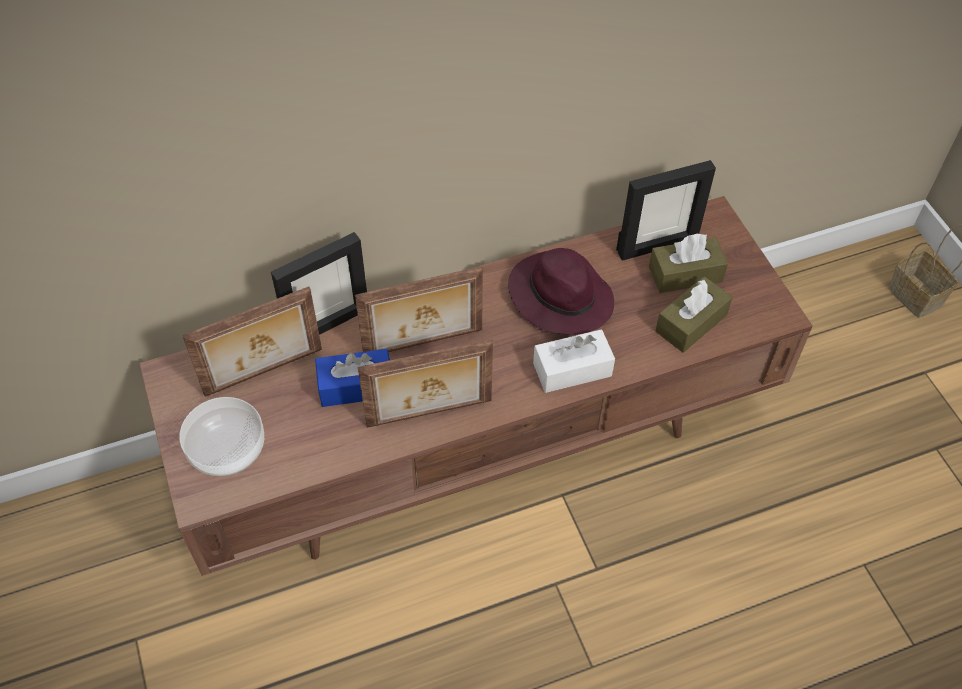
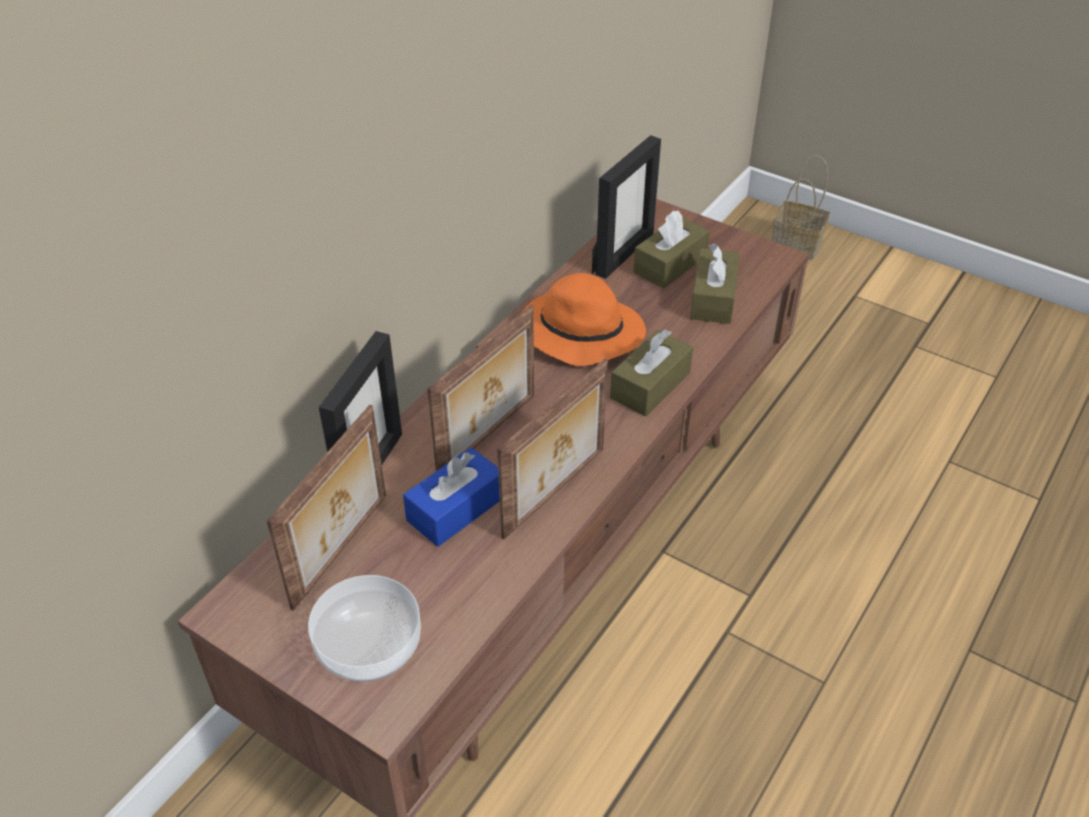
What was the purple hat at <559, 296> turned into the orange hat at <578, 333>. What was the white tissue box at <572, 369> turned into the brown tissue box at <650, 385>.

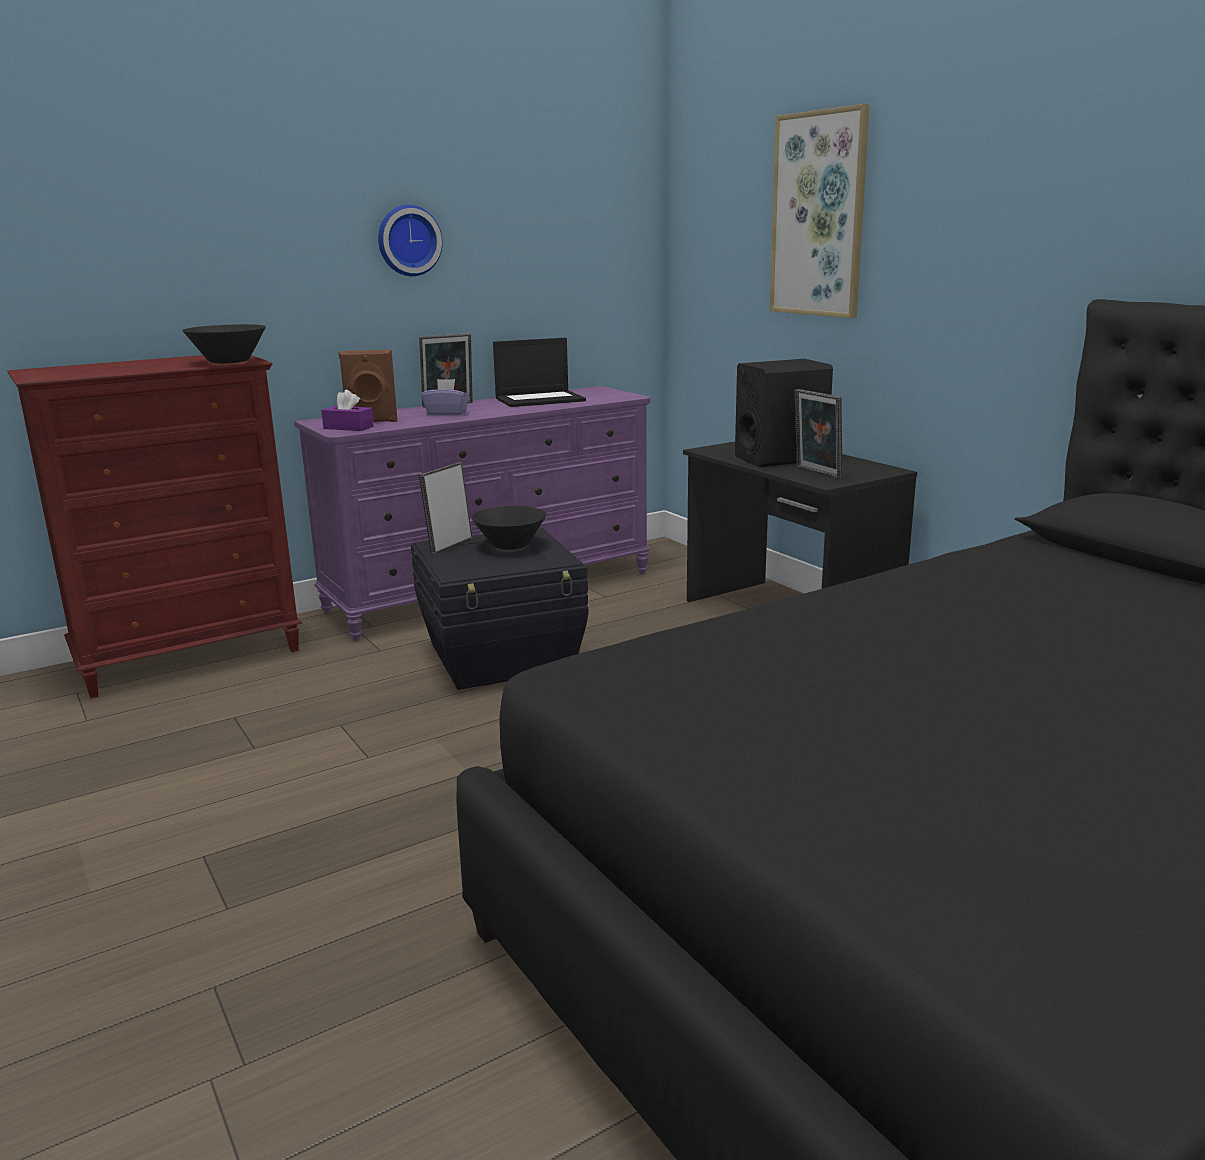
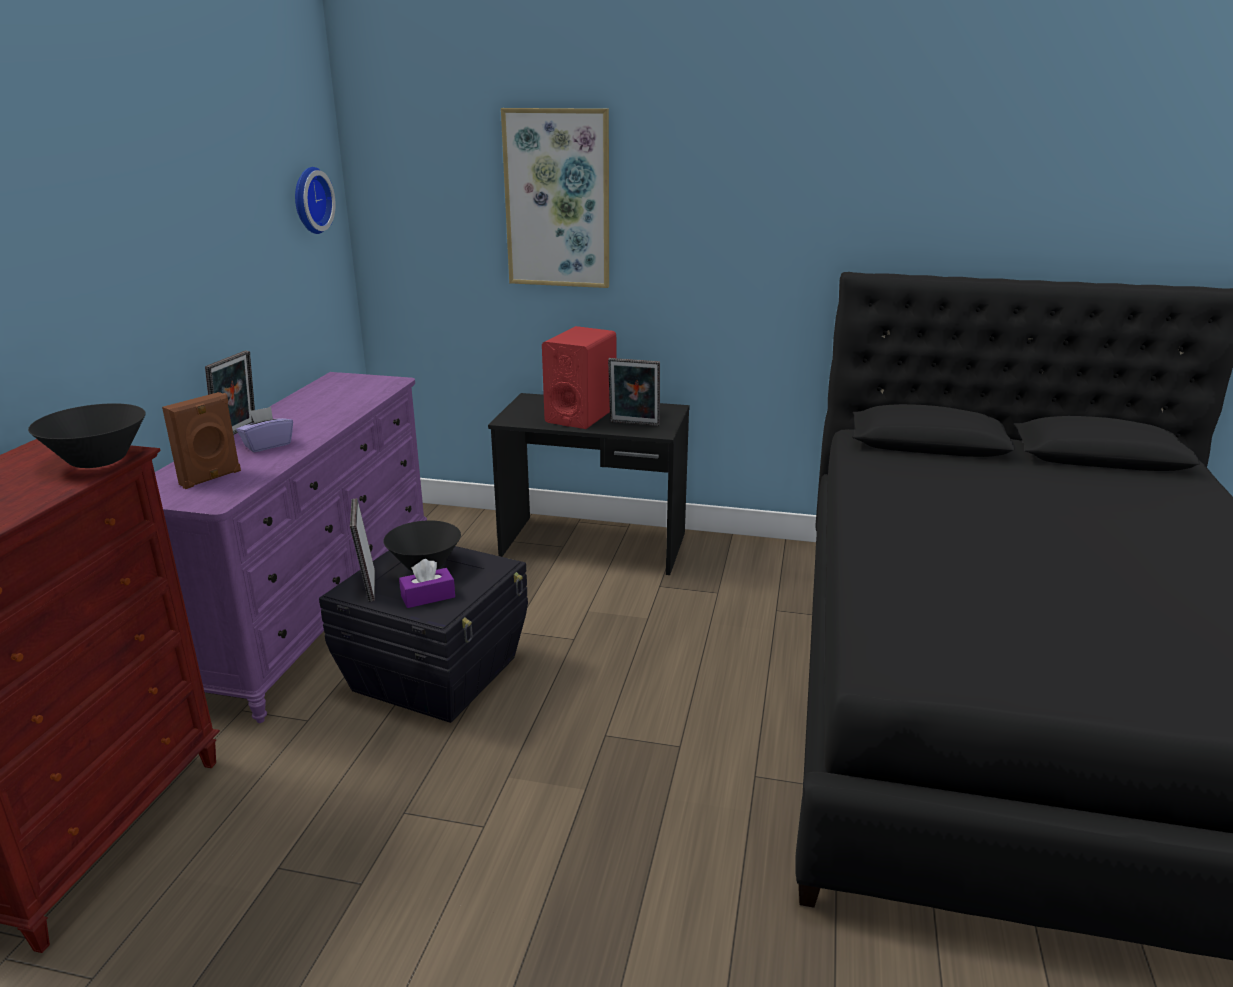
The wall clock ended up elsewhere, having gone from <408, 240> to <309, 200>. The purple tissue box ended up elsewhere, having gone from <348, 427> to <428, 596>. What was the black speaker at <781, 458> turned into the red speaker at <581, 415>. The second view lost the laptop at <540, 399>.

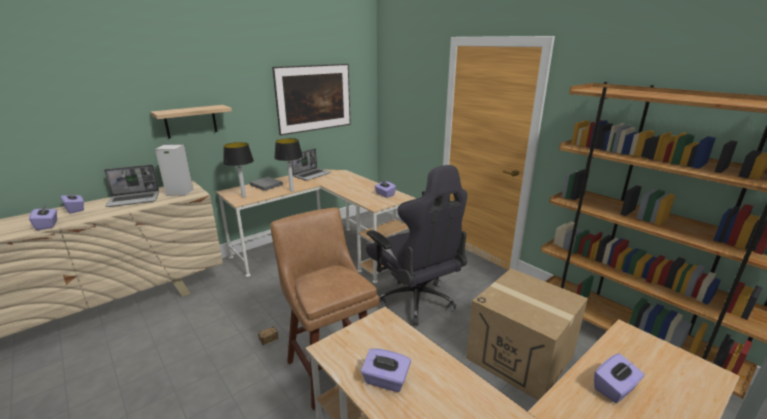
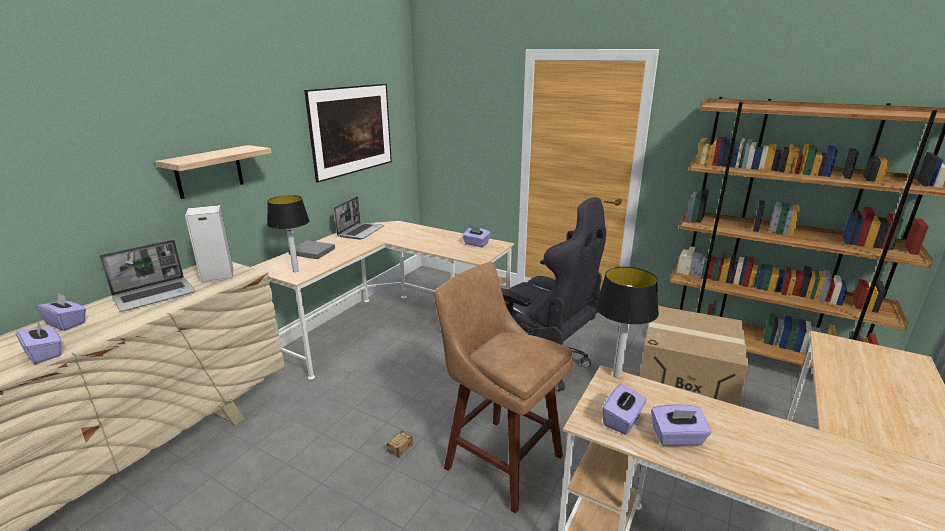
The table lamp ended up elsewhere, having gone from <291, 191> to <617, 376>. The purple tissue box ended up elsewhere, having gone from <615, 389> to <622, 420>.

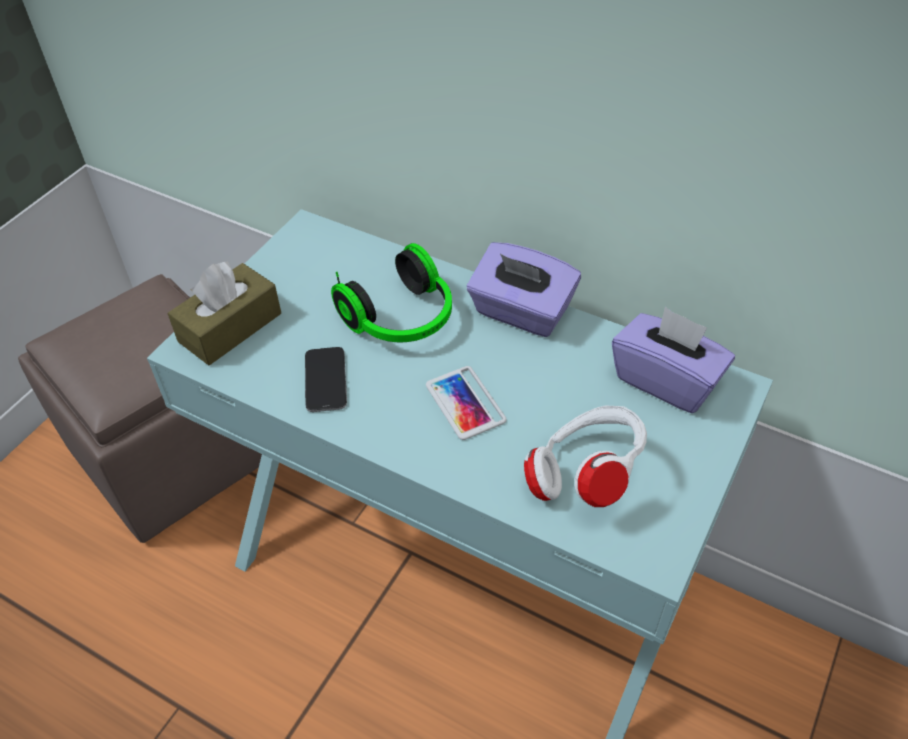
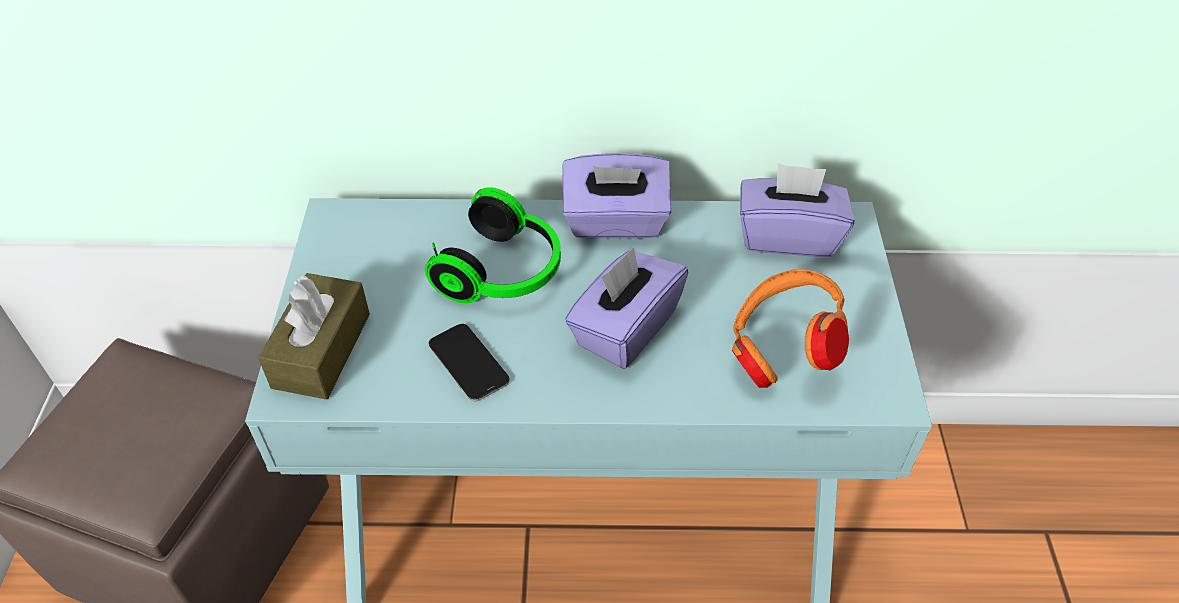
Where the phone stood at <465, 403>, the purple tissue box came to stand at <624, 329>. What was the white headphones at <585, 477> turned into the orange headphones at <781, 351>.

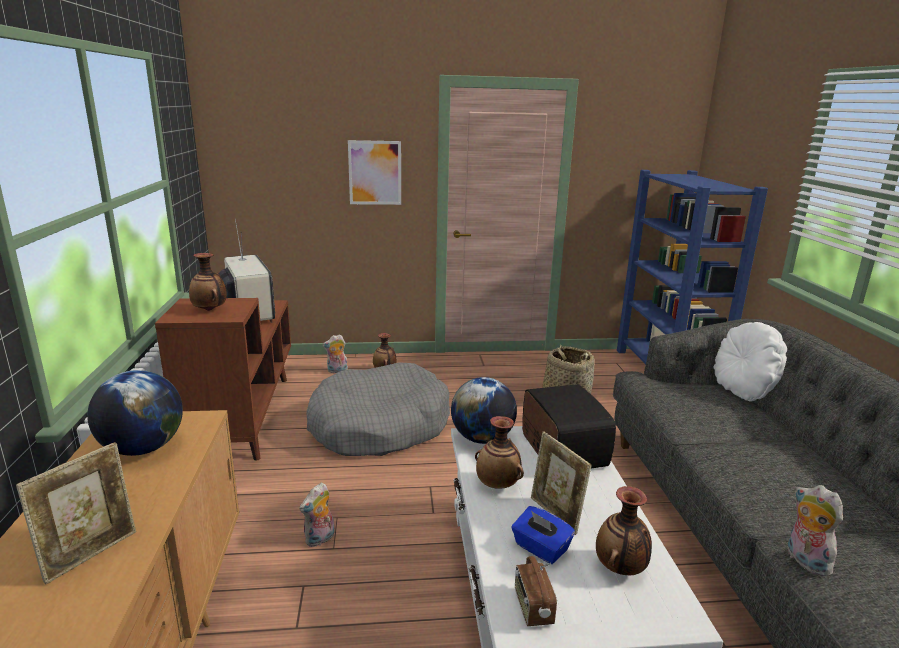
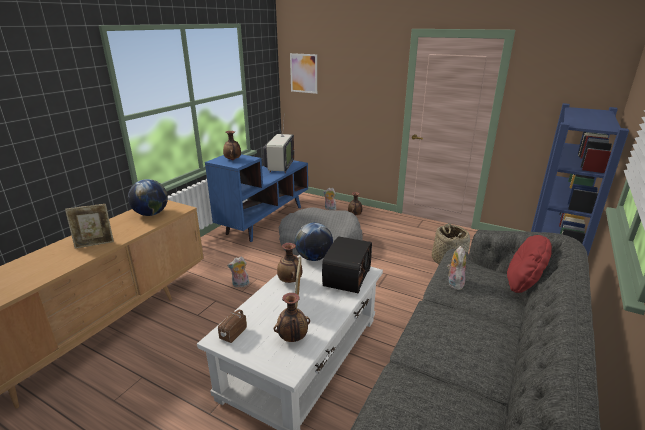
What was the brown tv stand at <244, 415> turned into the blue tv stand at <265, 219>. The picture ended up elsewhere, having gone from <375, 173> to <303, 73>. The plush toy ended up elsewhere, having gone from <804, 561> to <454, 283>. What was the white pillow at <742, 392> turned into the red pillow at <522, 286>. The second view lost the blue tissue box at <540, 548>.

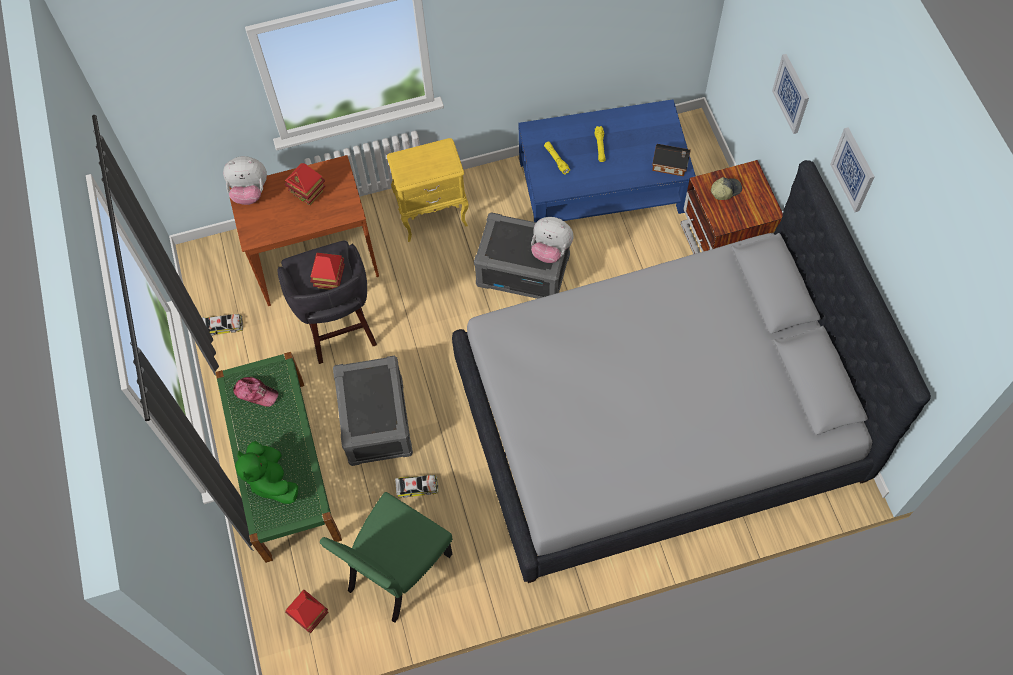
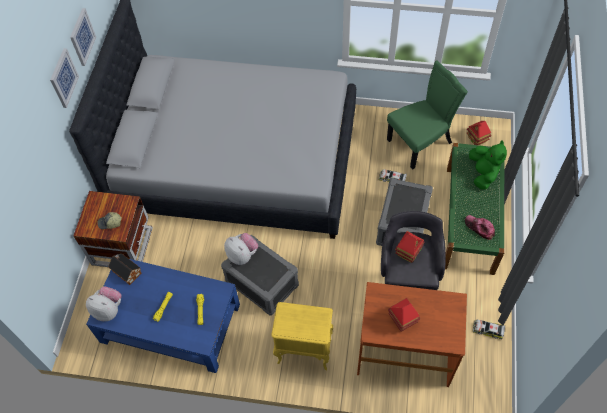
The picture ended up elsewhere, having gone from <792, 93> to <82, 37>. The plush toy ended up elsewhere, having gone from <249, 192> to <108, 310>.

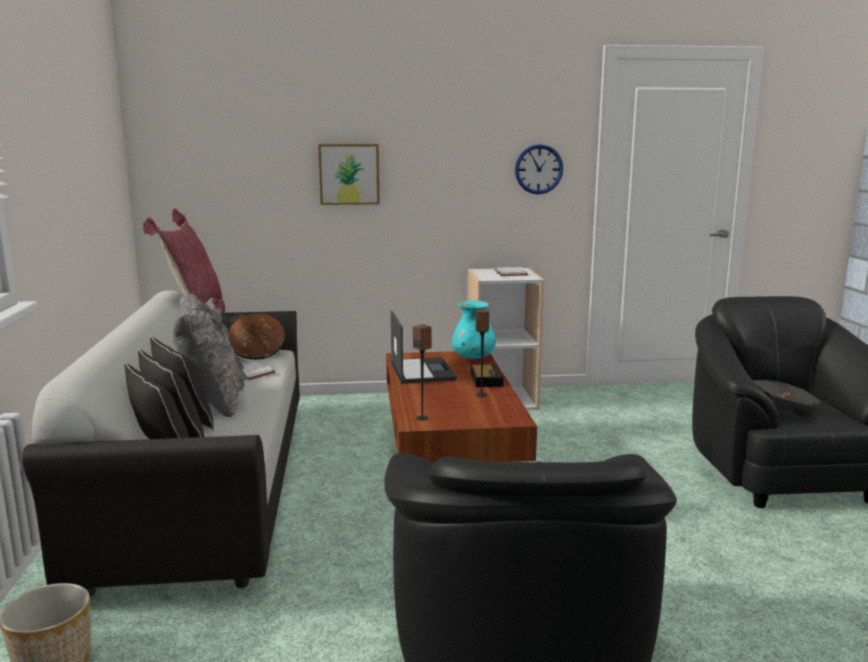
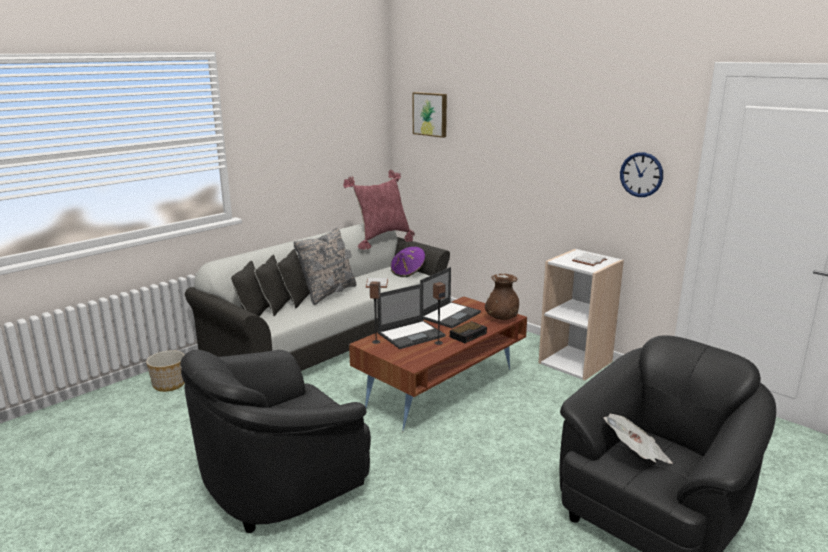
The second view gained the laptop at <411, 334>. What was the brown hat at <257, 353> turned into the purple hat at <408, 272>. The picture ended up elsewhere, having gone from <349, 174> to <430, 114>. What was the turquoise vase at <473, 358> turned into the brown vase at <502, 318>.

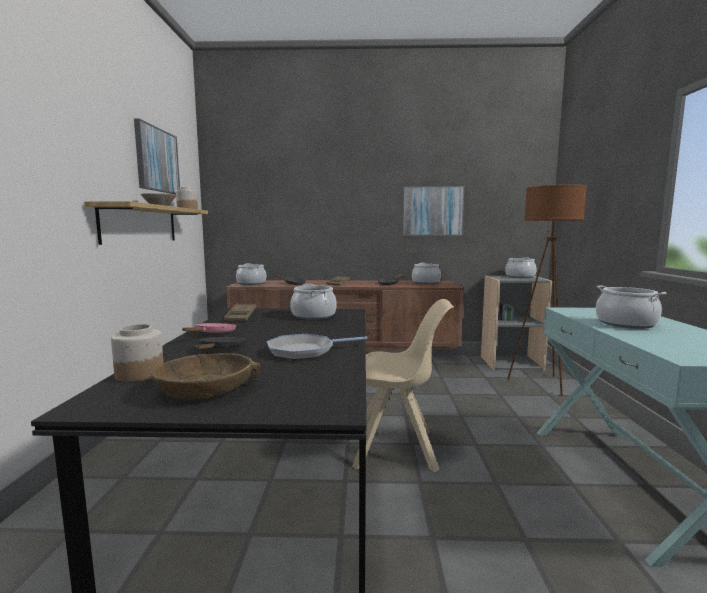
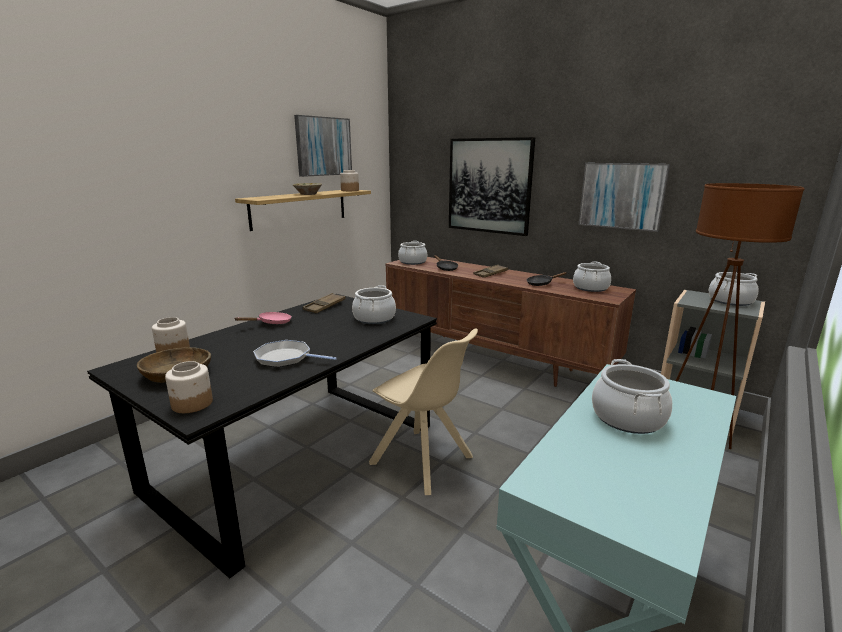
The second view gained the jar at <192, 404>. The second view gained the picture at <489, 186>. The second view lost the black frying pan at <220, 350>.

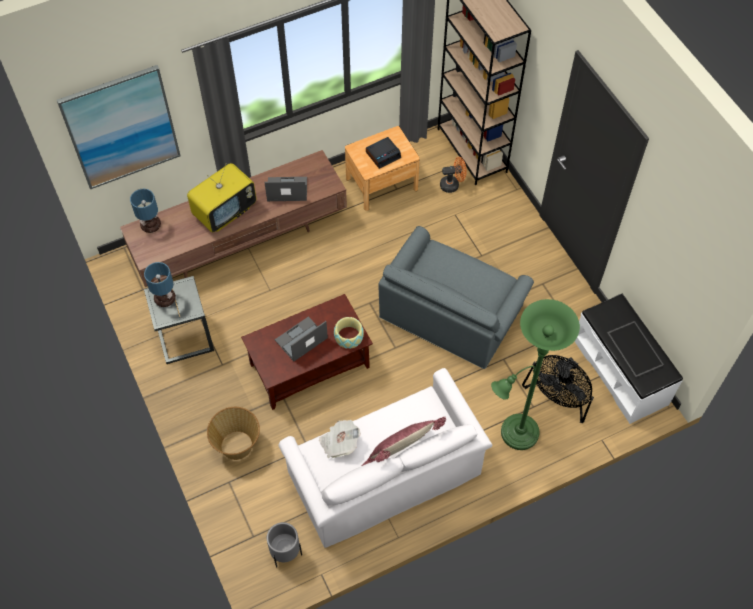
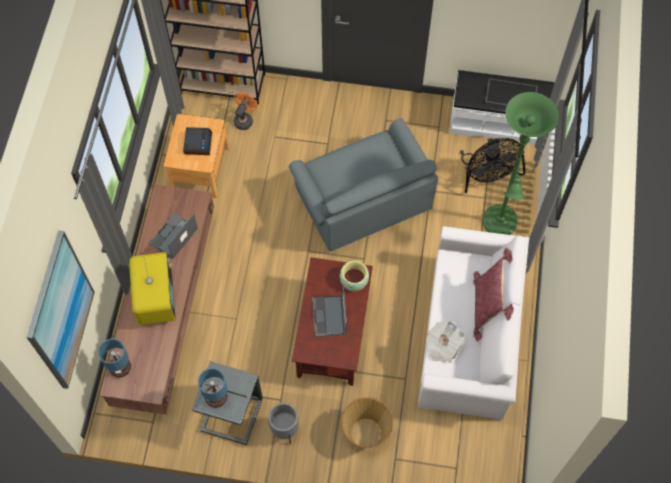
The grey planter ended up elsewhere, having gone from <285, 554> to <285, 430>.

